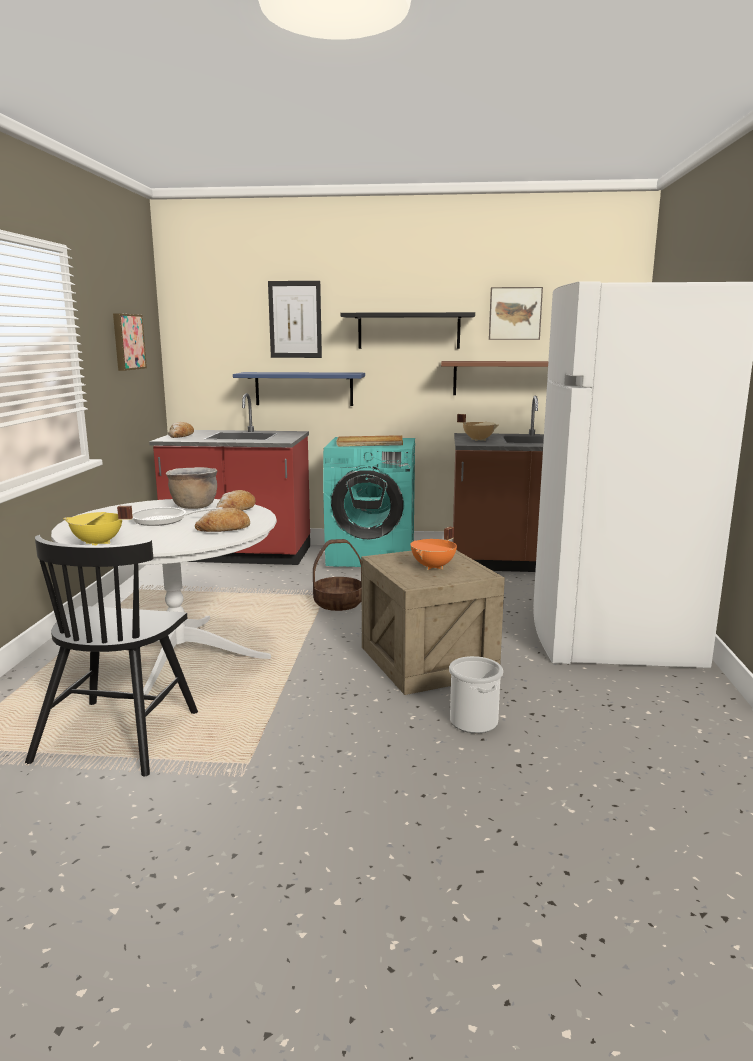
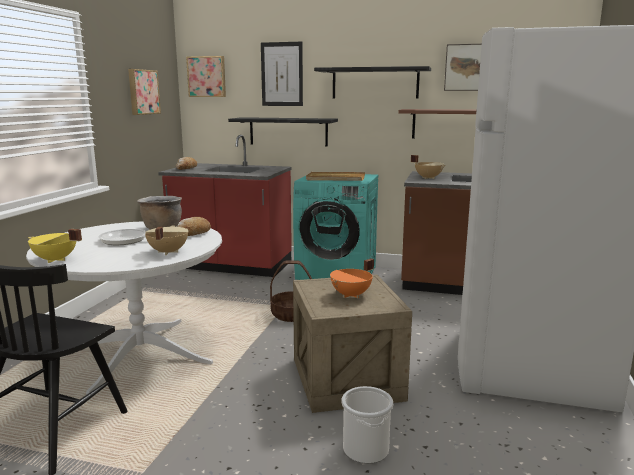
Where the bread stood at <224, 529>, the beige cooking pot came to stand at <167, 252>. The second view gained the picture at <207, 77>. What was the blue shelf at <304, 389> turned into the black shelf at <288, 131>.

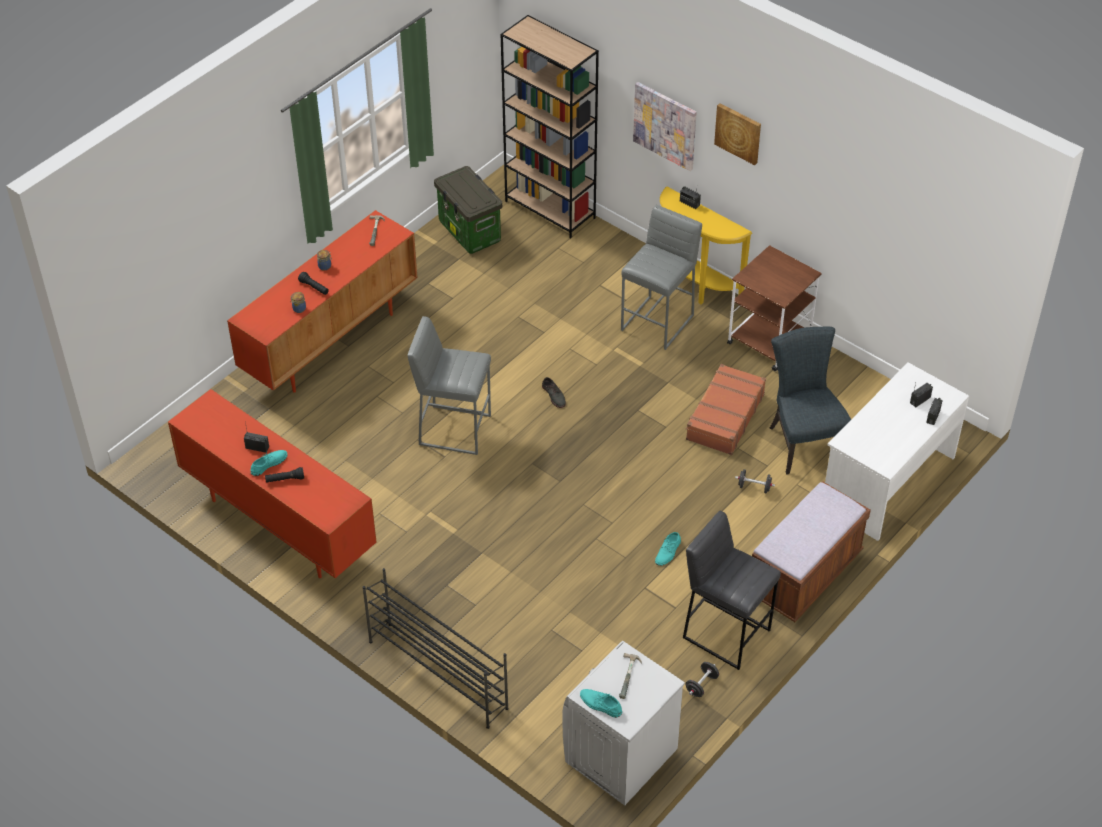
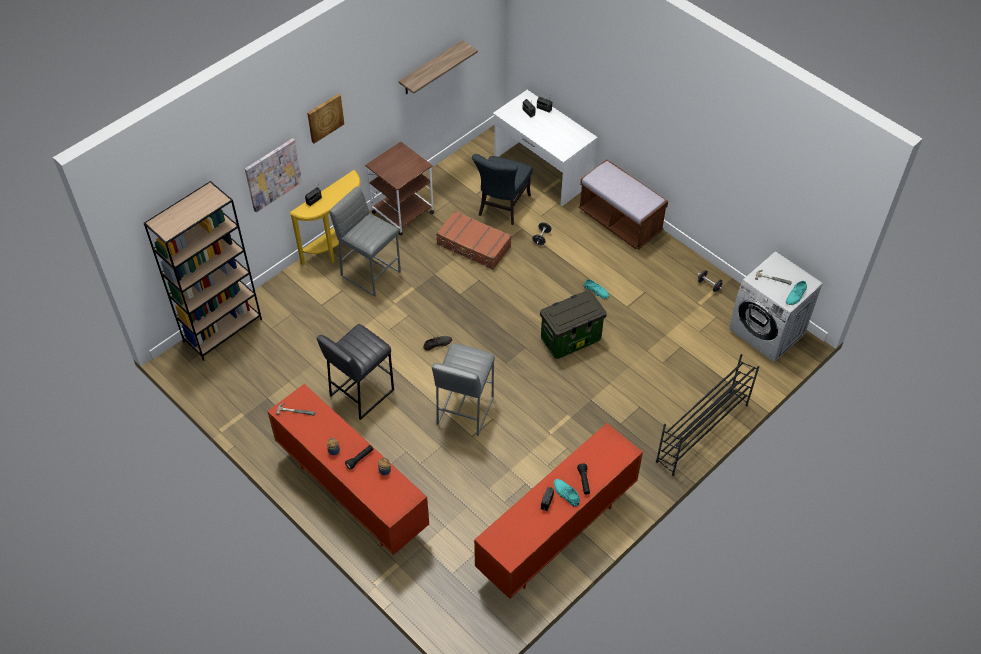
The grey stool ended up elsewhere, having gone from <725, 633> to <361, 393>. The second view gained the shelf at <431, 68>. The grey chair at <802, 441> ended up facing another way, 60 degrees counterclockwise from before. The storage box ended up elsewhere, having gone from <470, 232> to <571, 339>.

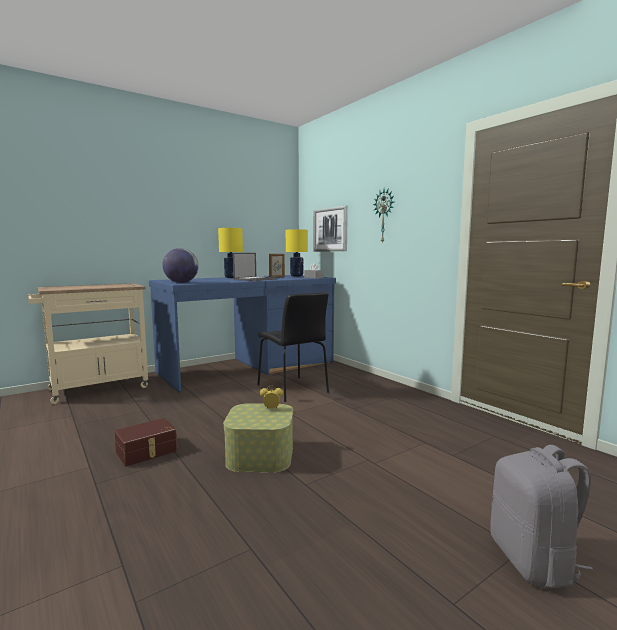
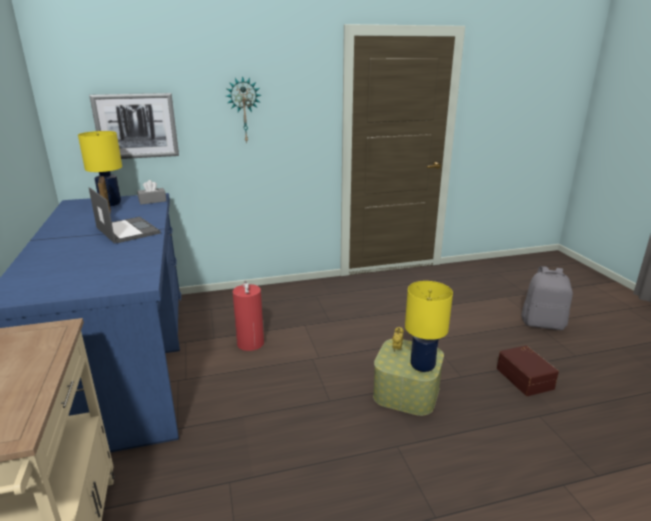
Where the black chair stood at <294, 389>, the fire extinguisher came to stand at <250, 342>. The yellow table lamp ended up elsewhere, having gone from <231, 278> to <423, 367>. The brown storage box ended up elsewhere, having gone from <147, 452> to <525, 378>. The second view lost the globe at <181, 282>.

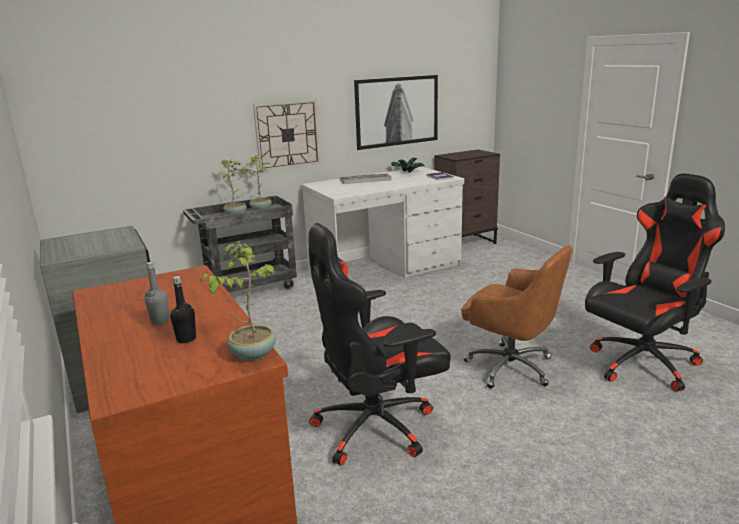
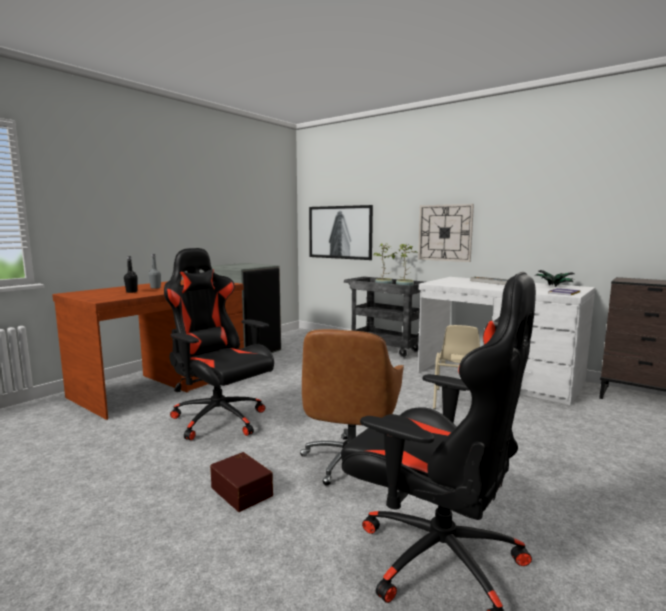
The second view gained the brown storage box at <243, 490>. The picture ended up elsewhere, having gone from <396, 111> to <340, 232>. The second view gained the beige chair at <458, 402>. The second view lost the potted plant at <252, 353>.

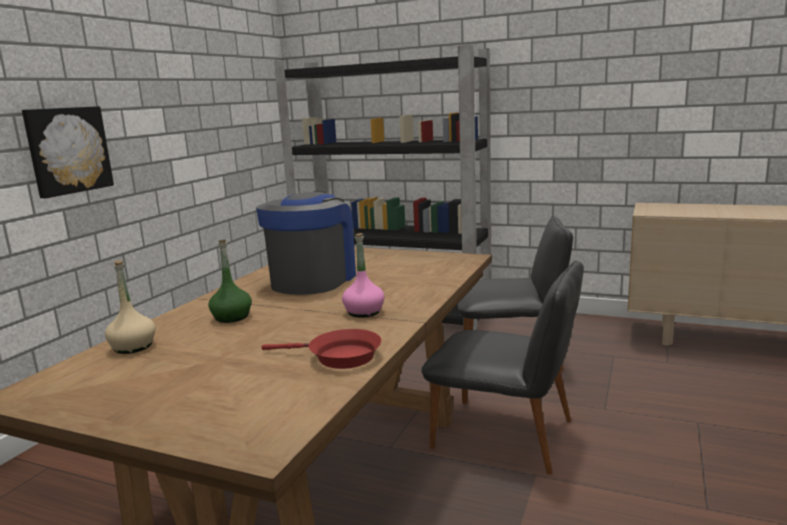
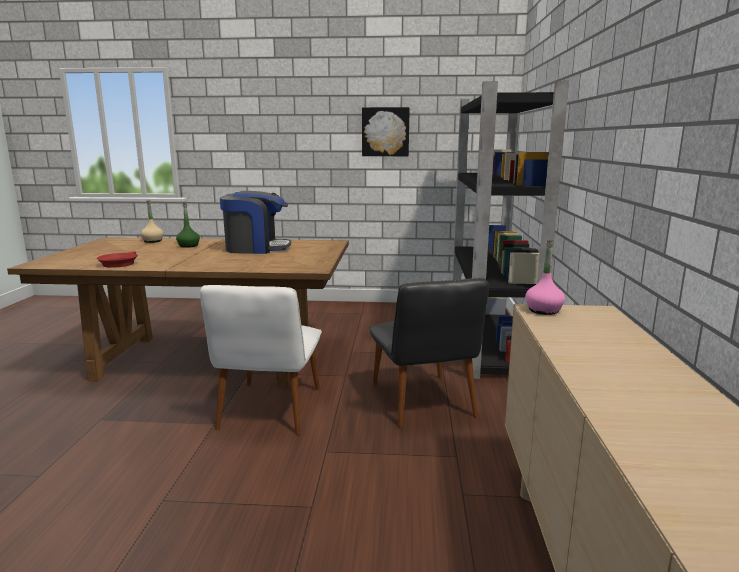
What was the black chair at <502, 434> turned into the white chair at <271, 407>. The picture ended up elsewhere, having gone from <68, 150> to <385, 132>. The pink bottle ended up elsewhere, having gone from <364, 312> to <543, 310>.

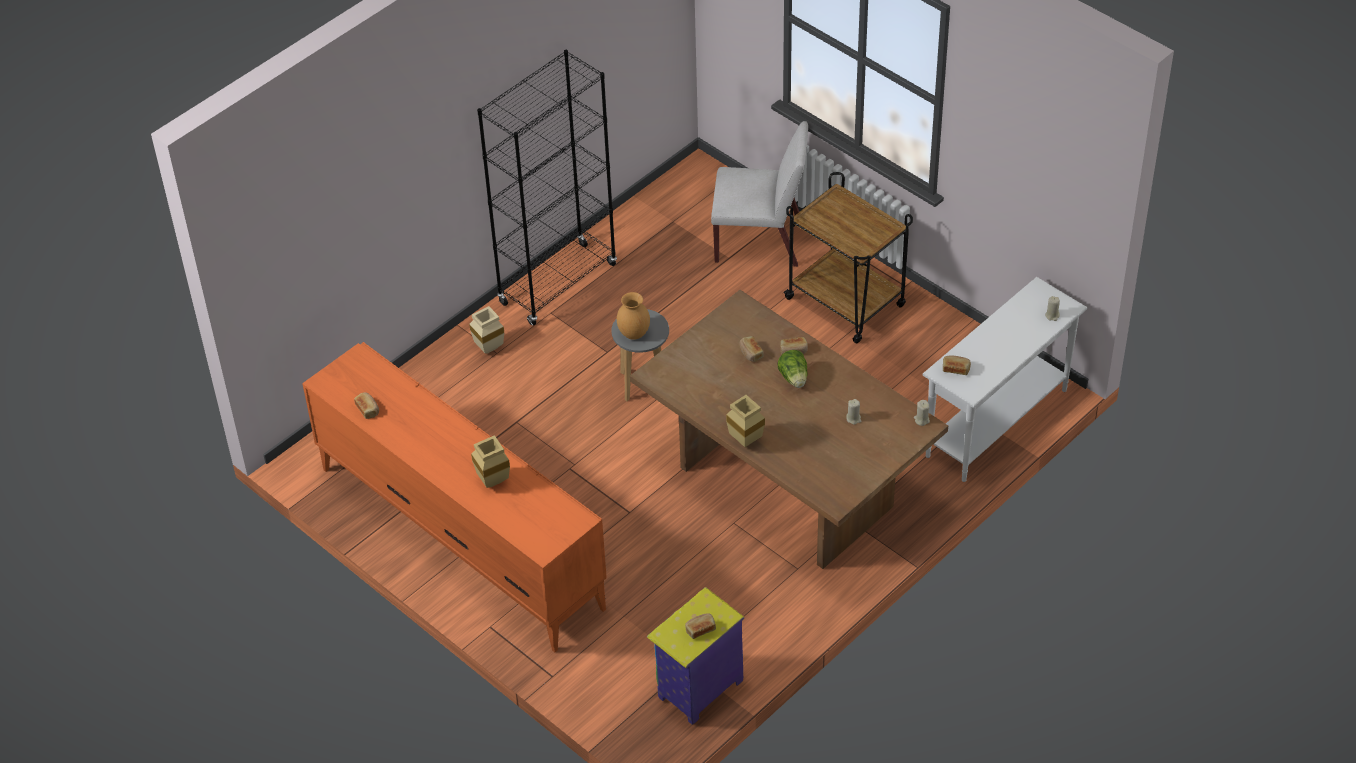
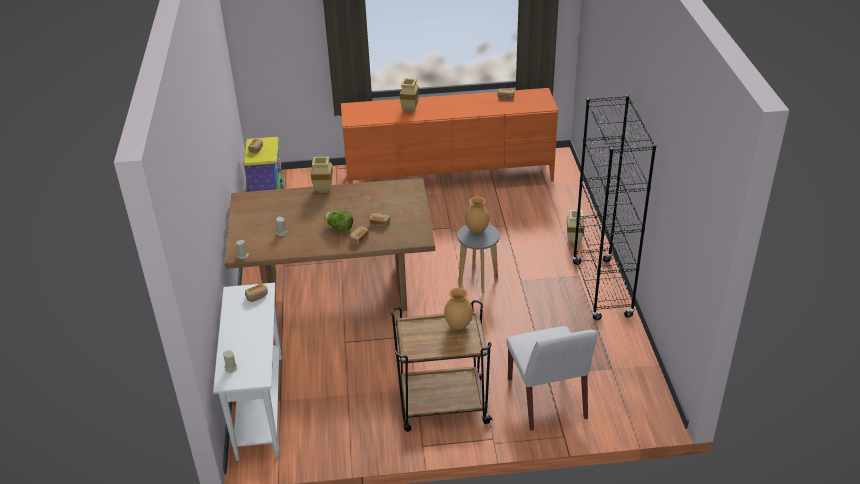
The second view gained the brown vase at <459, 326>. The white chair at <760, 241> ended up facing another way, 60 degrees counterclockwise from before.

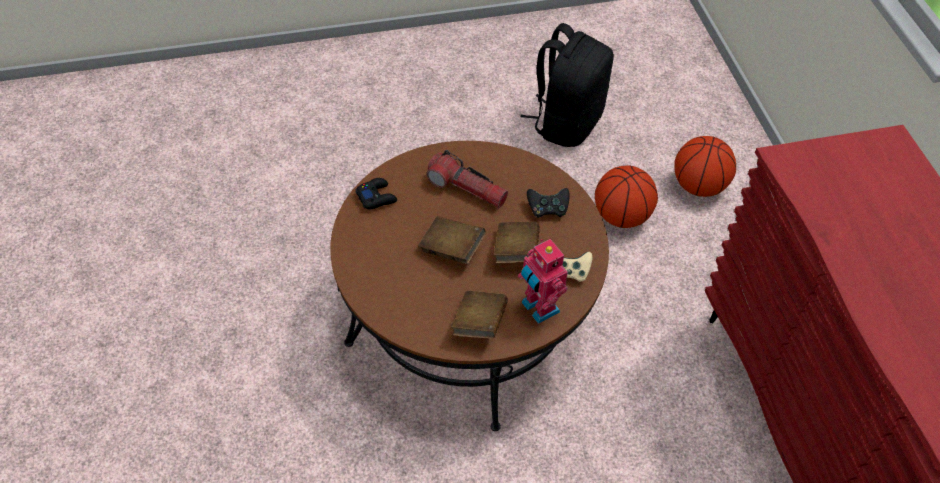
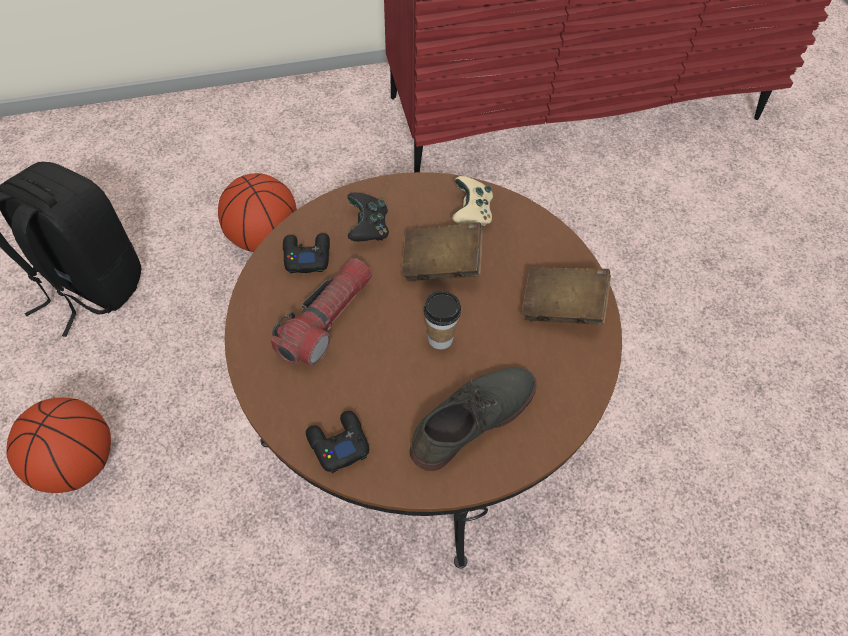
The basketball ended up elsewhere, having gone from <698, 186> to <77, 463>. The second view gained the black game controller at <306, 256>. The second view gained the grey shoe at <472, 418>. Where the brown book stood at <451, 249>, the cup came to stand at <440, 338>. The second view lost the toy robot at <538, 308>.

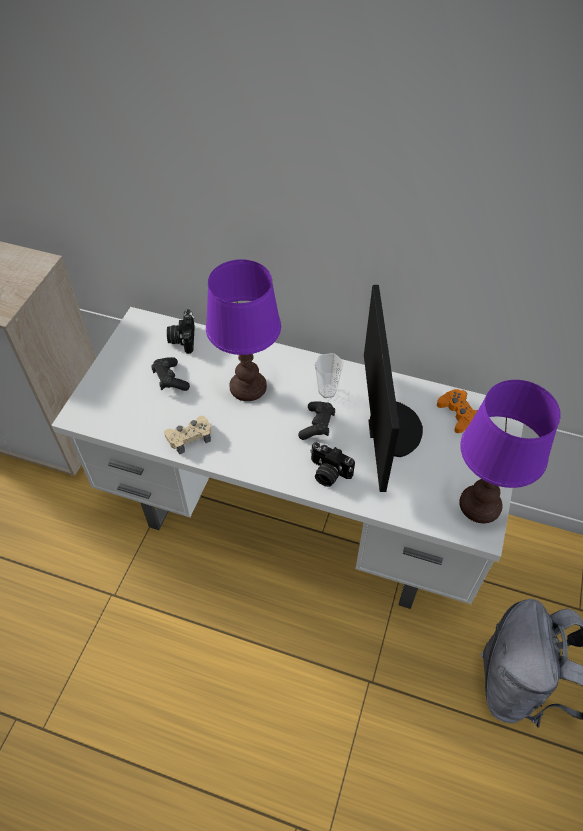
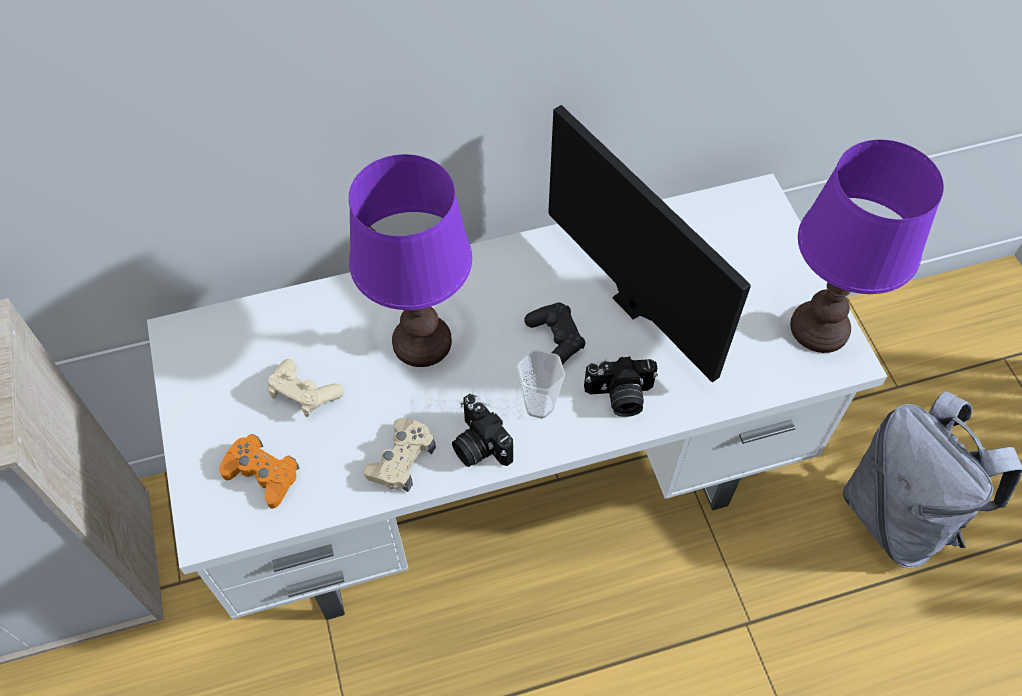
The orange game controller ended up elsewhere, having gone from <458, 414> to <262, 474>. What was the black game controller at <170, 380> turned into the beige game controller at <304, 394>. The photo camera ended up elsewhere, having gone from <182, 339> to <478, 445>. The cup ended up elsewhere, having gone from <327, 391> to <539, 405>.

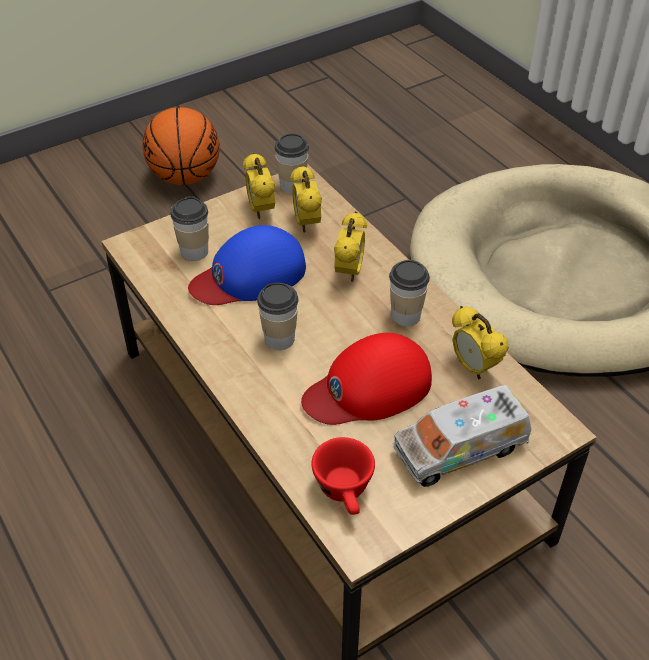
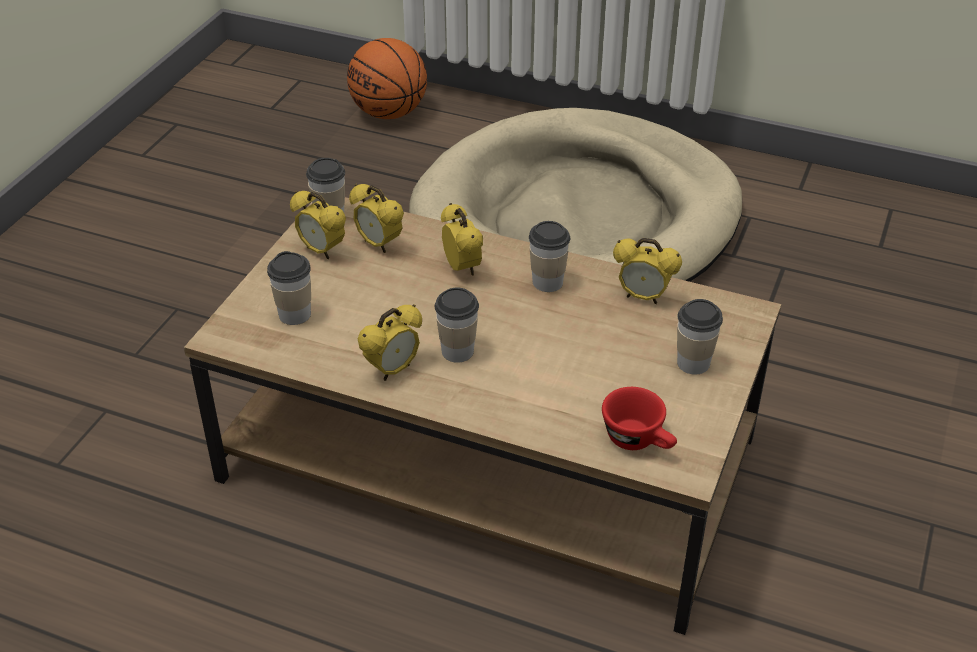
The basketball ended up elsewhere, having gone from <185, 177> to <389, 113>. The second view gained the alarm clock at <393, 370>. Where the toy truck stood at <460, 449>, the cup came to stand at <693, 363>. The second view lost the blue cap at <249, 275>. The second view lost the red cap at <368, 388>.

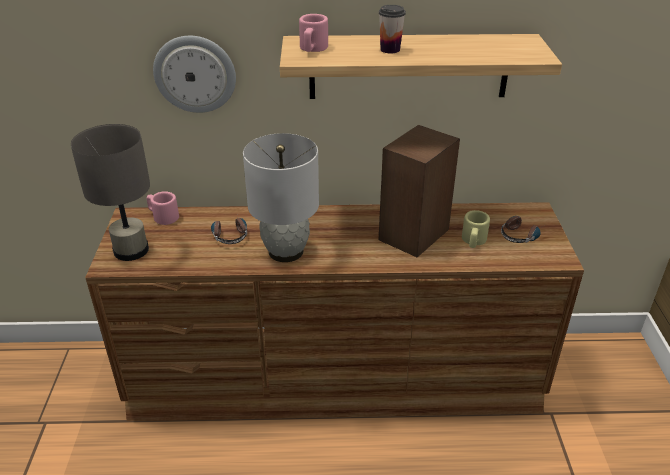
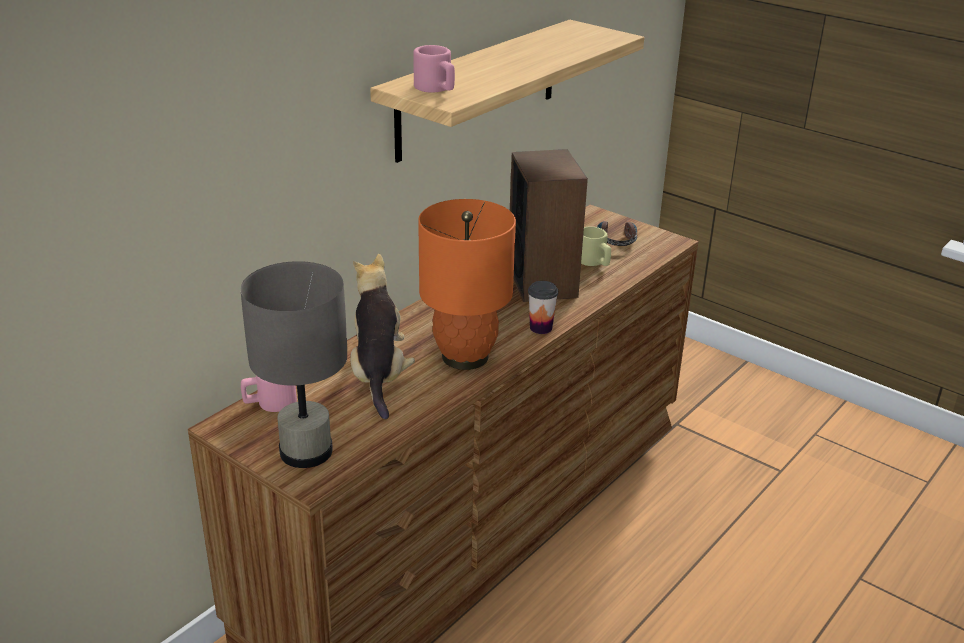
Where the headphones stood at <229, 233>, the plush toy came to stand at <379, 374>. What was the white table lamp at <286, 251> turned into the orange table lamp at <465, 356>. The cup ended up elsewhere, having gone from <390, 49> to <541, 328>. The second view lost the wall clock at <195, 74>.

